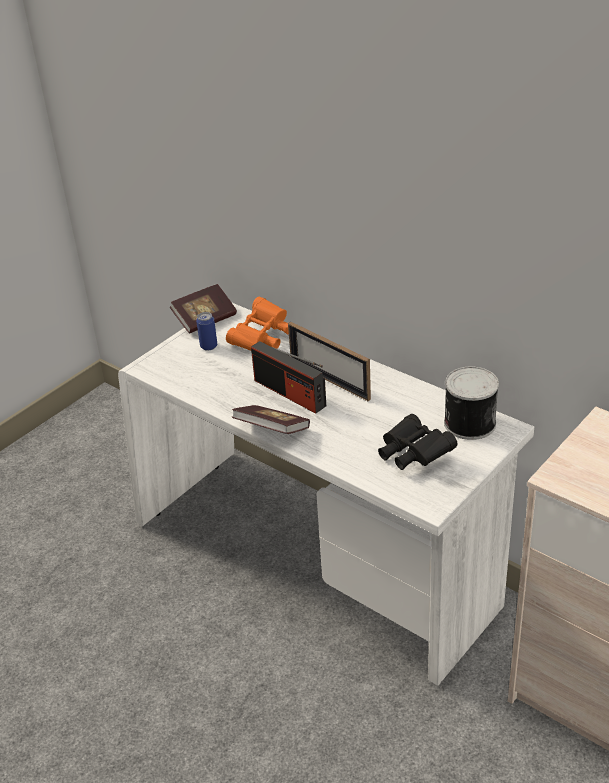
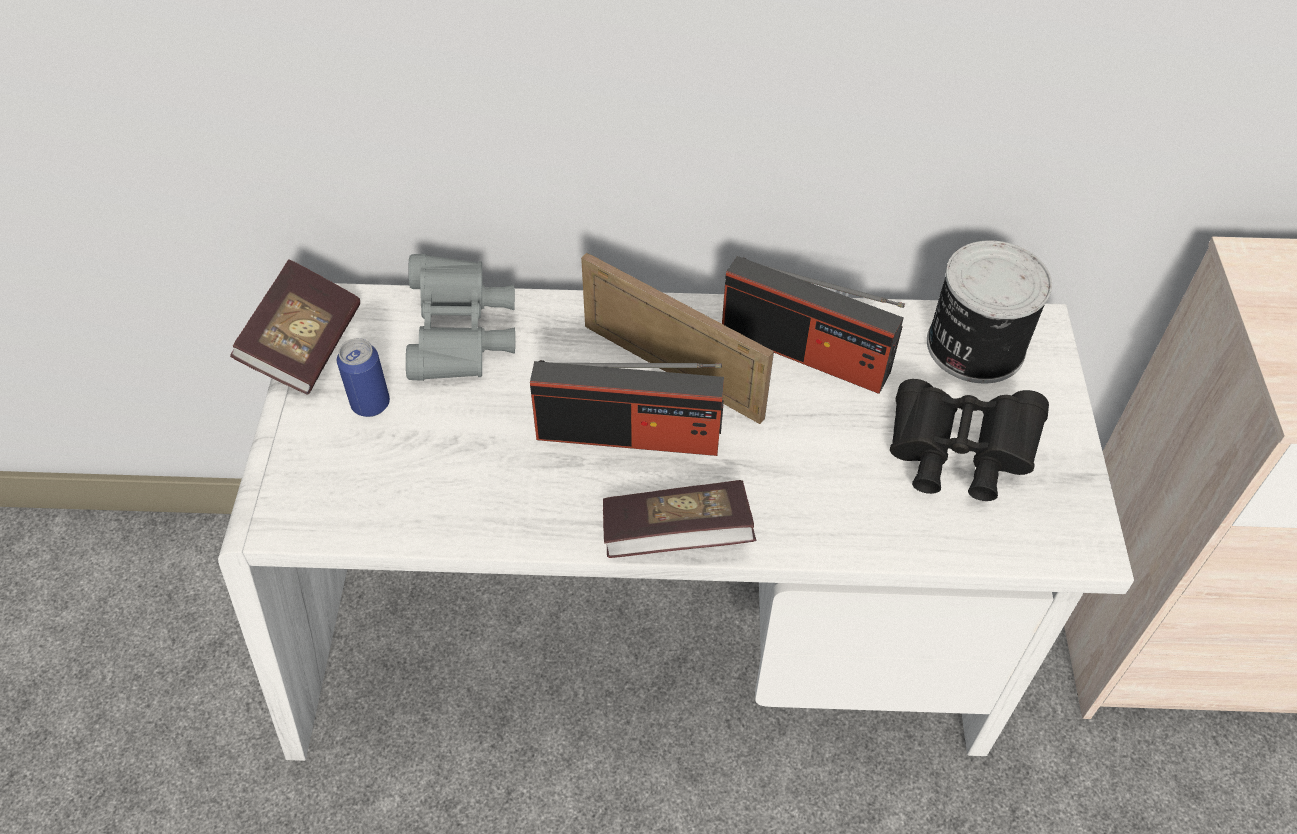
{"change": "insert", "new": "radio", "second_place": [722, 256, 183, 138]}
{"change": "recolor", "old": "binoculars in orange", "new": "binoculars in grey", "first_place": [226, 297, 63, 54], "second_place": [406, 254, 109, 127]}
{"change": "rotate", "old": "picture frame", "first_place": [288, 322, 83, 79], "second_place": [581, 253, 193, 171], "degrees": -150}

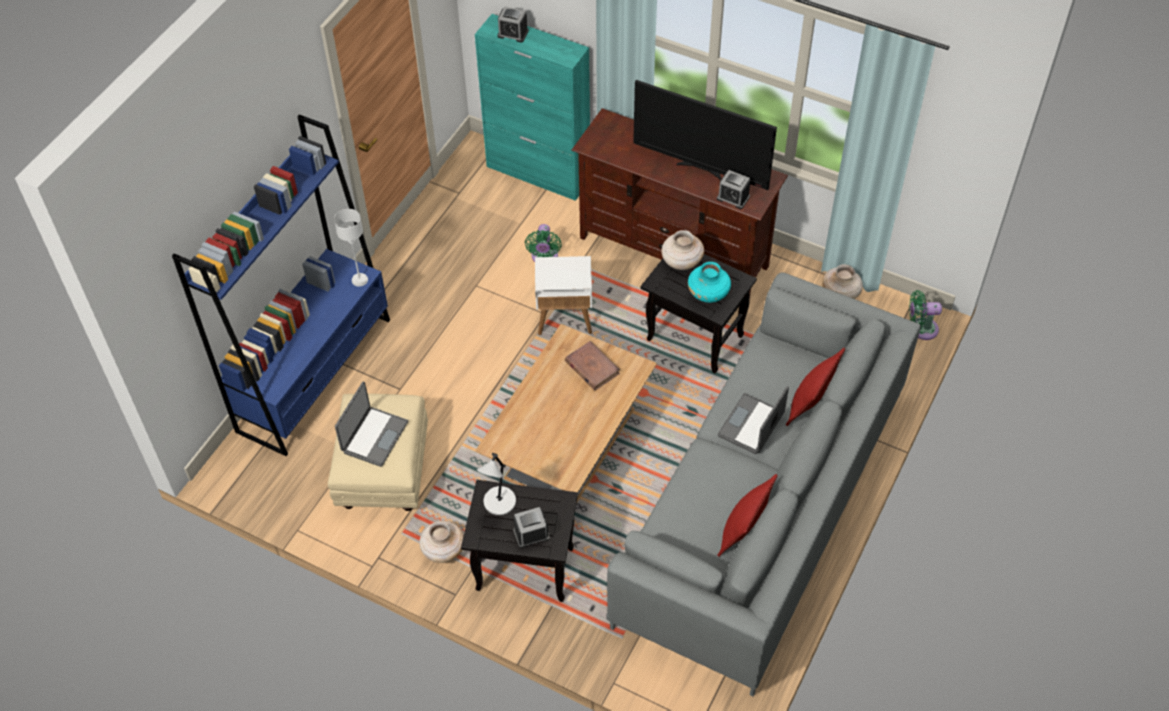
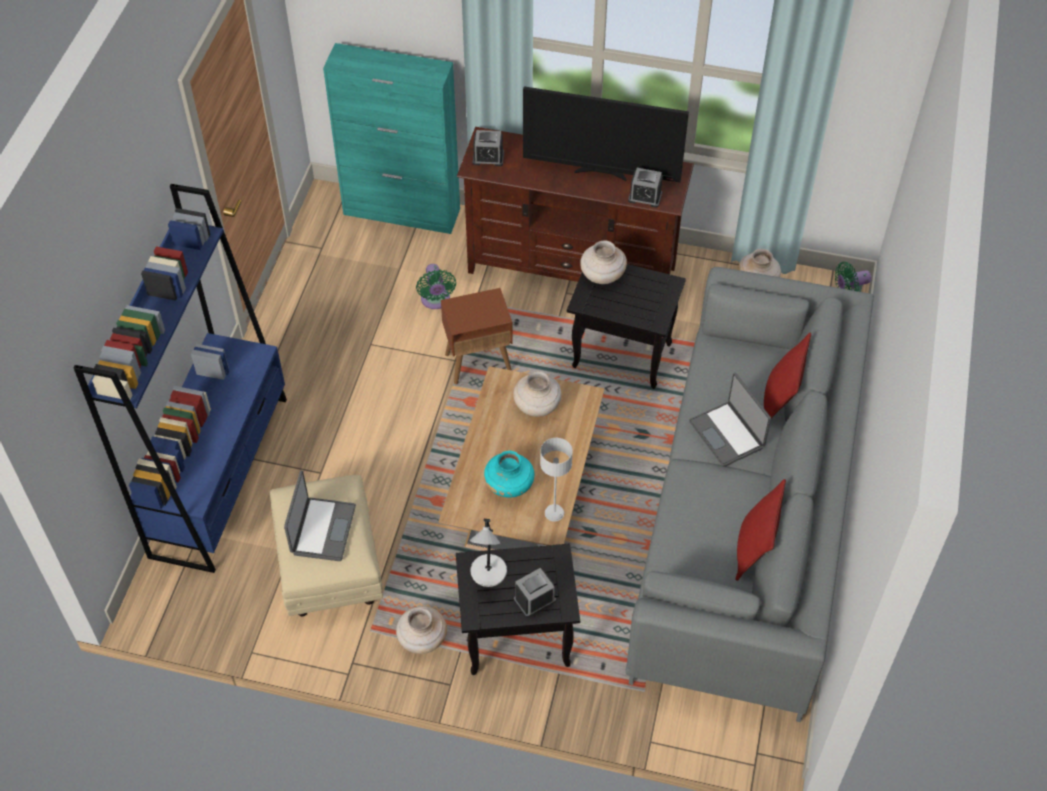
{"change": "move", "old": "table lamp in grey", "first_place": [334, 209, 34, 77], "second_place": [540, 438, 33, 84]}
{"change": "move", "old": "alarm clock", "first_place": [497, 7, 32, 36], "second_place": [473, 130, 31, 36]}
{"change": "move", "old": "vase in turquoise", "first_place": [688, 262, 43, 41], "second_place": [484, 451, 50, 47]}
{"change": "replace", "old": "book in brown", "new": "vase in beige", "first_place": [565, 341, 55, 49], "second_place": [513, 371, 48, 46]}
{"change": "recolor", "old": "side table in white", "new": "side table in brown", "first_place": [535, 256, 57, 79], "second_place": [441, 288, 72, 97]}
{"change": "rotate", "old": "laptop", "first_place": [718, 386, 71, 68], "second_place": [689, 373, 82, 94], "degrees": -45}

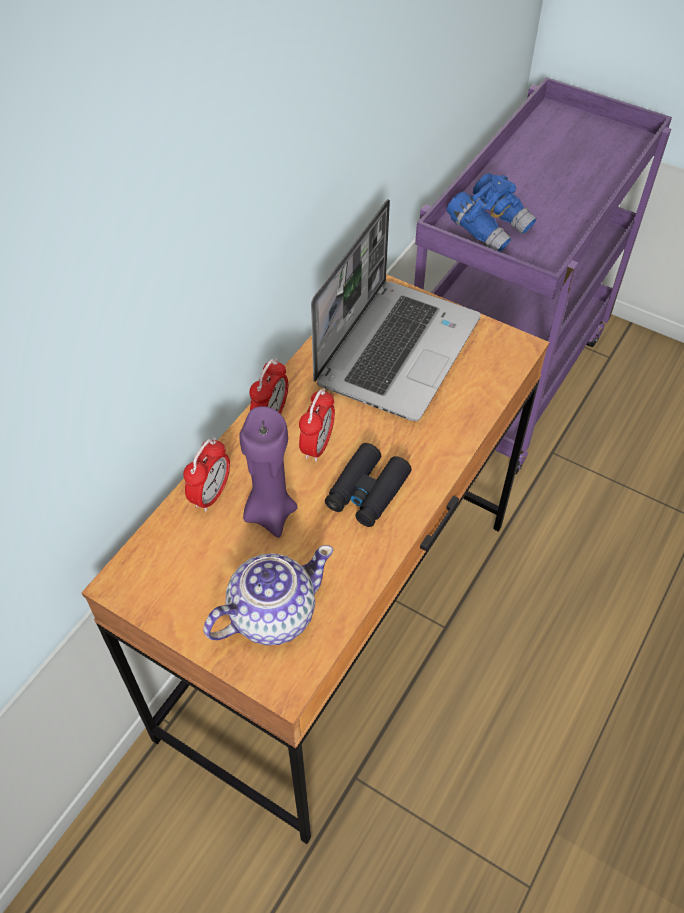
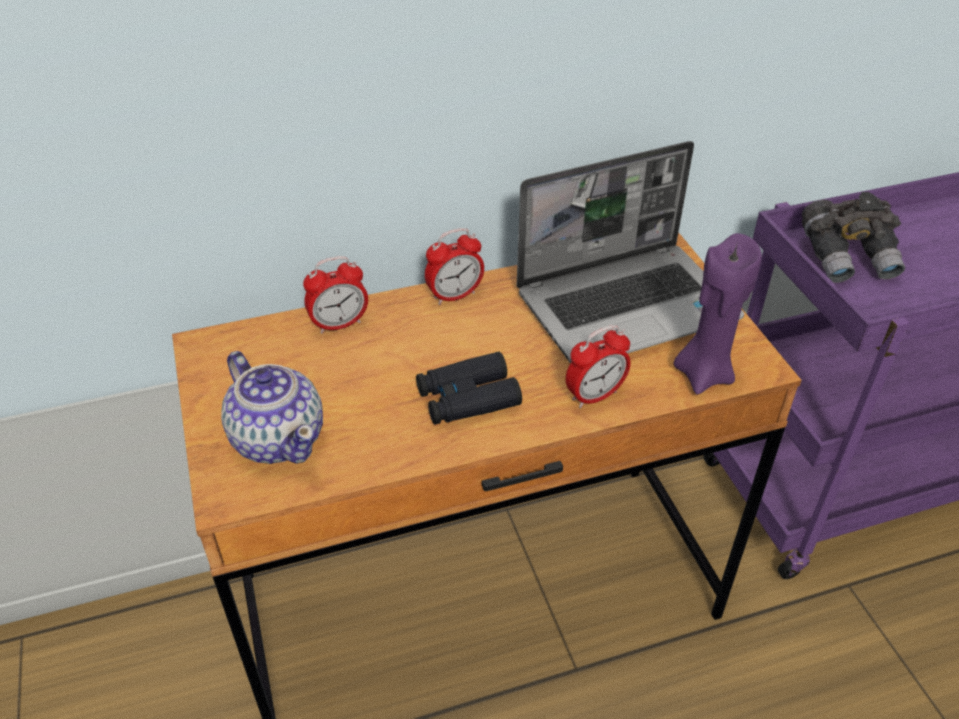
{"change": "move", "old": "candle in purple", "first_place": [239, 406, 59, 132], "second_place": [674, 233, 88, 162]}
{"change": "move", "old": "alarm clock", "first_place": [299, 388, 36, 74], "second_place": [566, 325, 65, 83]}
{"change": "recolor", "old": "binoculars in blue", "new": "binoculars in grey", "first_place": [447, 173, 90, 79], "second_place": [802, 192, 103, 91]}
{"change": "rotate", "old": "teapot", "first_place": [203, 545, 130, 100], "second_place": [221, 351, 102, 113], "degrees": 45}

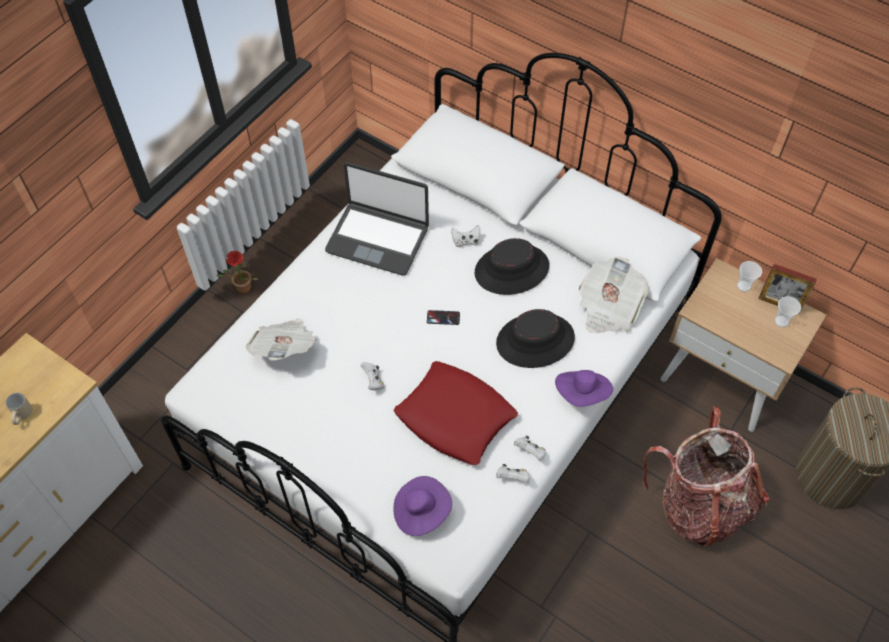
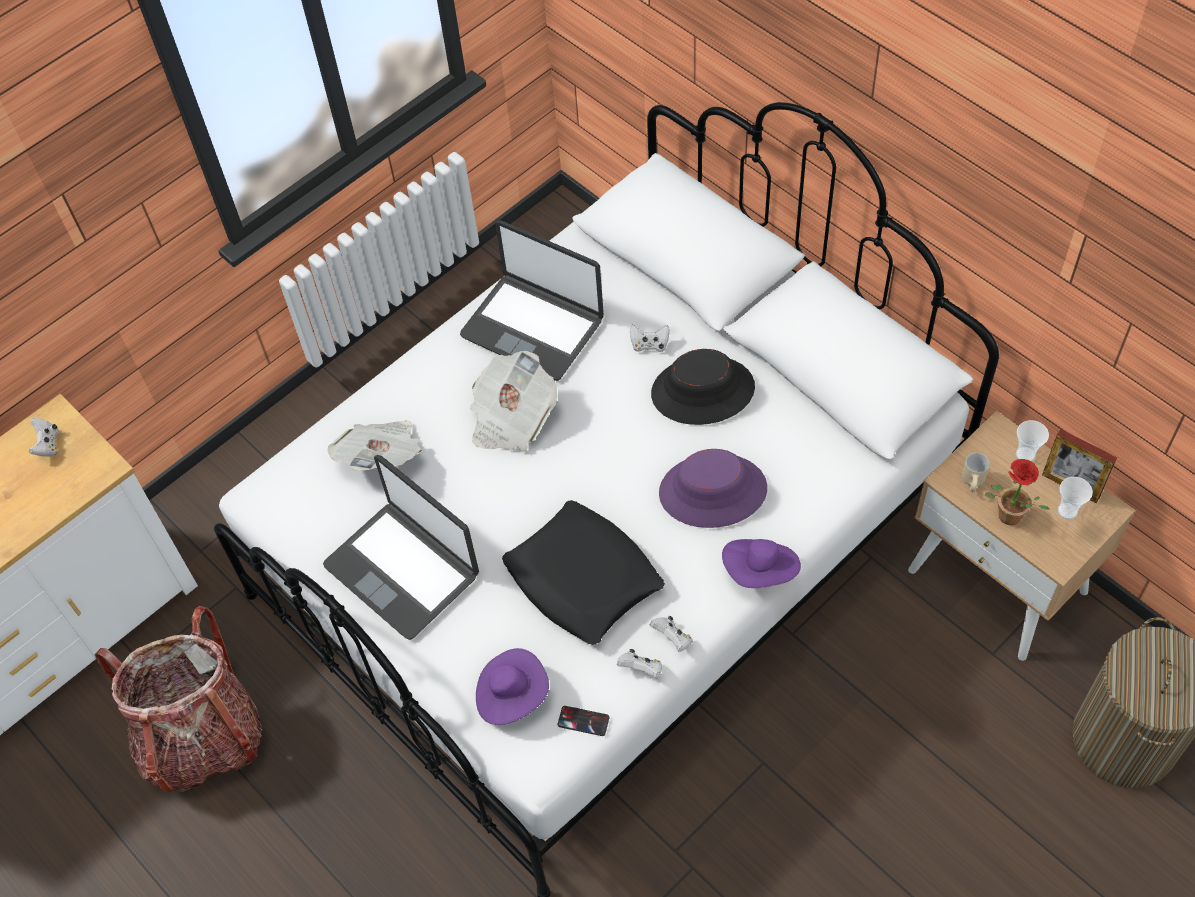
{"change": "insert", "new": "laptop", "second_place": [323, 455, 156, 185]}
{"change": "move", "old": "mug in beige", "first_place": [6, 393, 26, 32], "second_place": [962, 453, 28, 39]}
{"change": "move", "old": "potted plant", "first_place": [216, 251, 42, 43], "second_place": [985, 459, 65, 66]}
{"change": "move", "old": "game controller in white", "first_place": [360, 362, 25, 28], "second_place": [29, 417, 30, 39]}
{"change": "move", "old": "phone", "first_place": [427, 310, 33, 15], "second_place": [558, 706, 51, 30]}
{"change": "move", "old": "newspaper", "first_place": [579, 257, 69, 76], "second_place": [470, 351, 87, 100]}
{"change": "move", "old": "backpack", "first_place": [643, 406, 126, 140], "second_place": [95, 606, 167, 186]}
{"change": "recolor", "old": "pillow in red", "new": "pillow in black", "first_place": [394, 361, 124, 104], "second_place": [502, 500, 163, 145]}
{"change": "recolor", "old": "hat in black", "new": "hat in purple", "first_place": [496, 309, 79, 59], "second_place": [659, 449, 108, 79]}

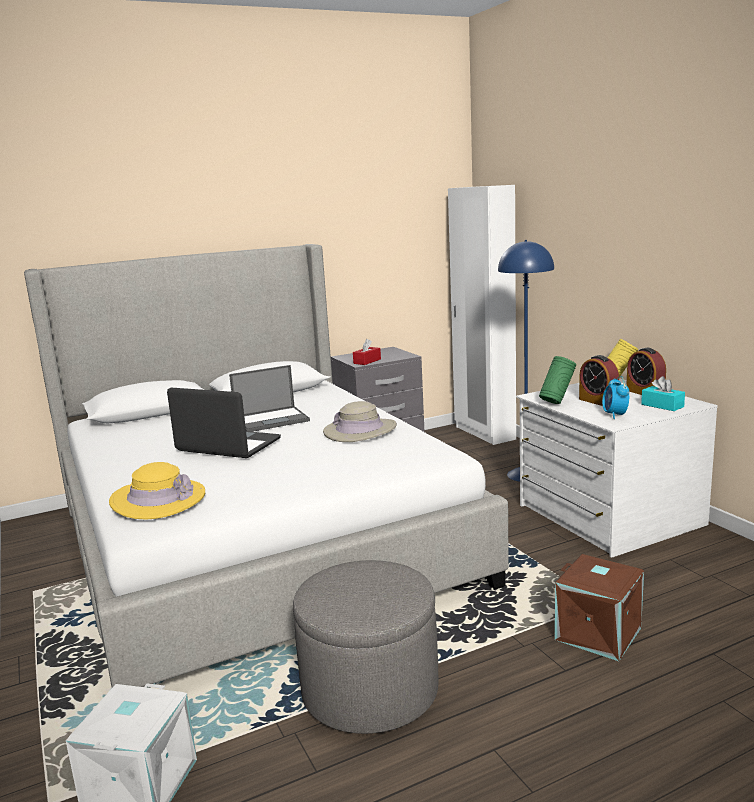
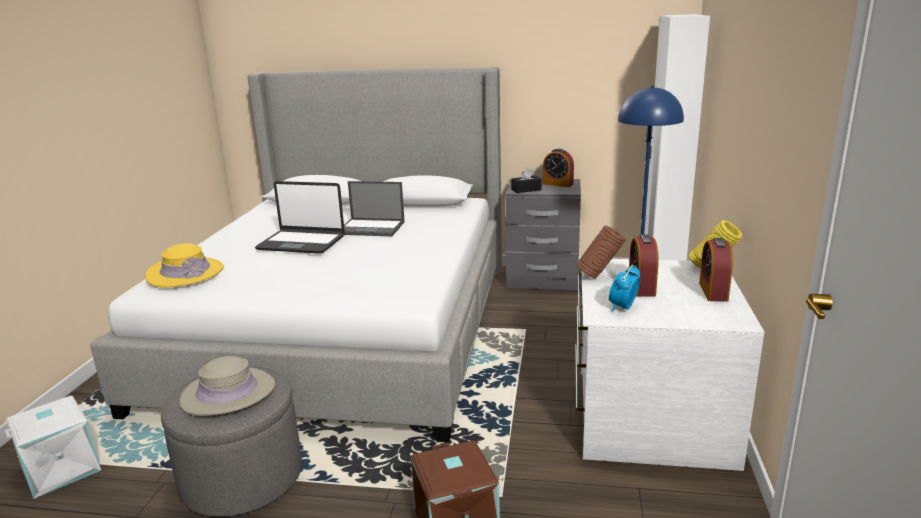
{"change": "delete", "old": "tissue box in turquoise", "first_place": [641, 376, 44, 35]}
{"change": "insert", "new": "alarm clock", "second_place": [543, 149, 31, 38]}
{"change": "move", "old": "hat in beige", "first_place": [323, 401, 74, 41], "second_place": [179, 356, 96, 60]}
{"change": "recolor", "old": "tissue box in red", "new": "tissue box in black", "first_place": [353, 339, 28, 26], "second_place": [511, 168, 31, 25]}
{"change": "recolor", "old": "vase in green", "new": "vase in brown", "first_place": [539, 356, 37, 48], "second_place": [576, 225, 50, 53]}
{"change": "rotate", "old": "laptop", "first_place": [167, 388, 114, 70], "second_place": [255, 181, 90, 73], "degrees": 135}

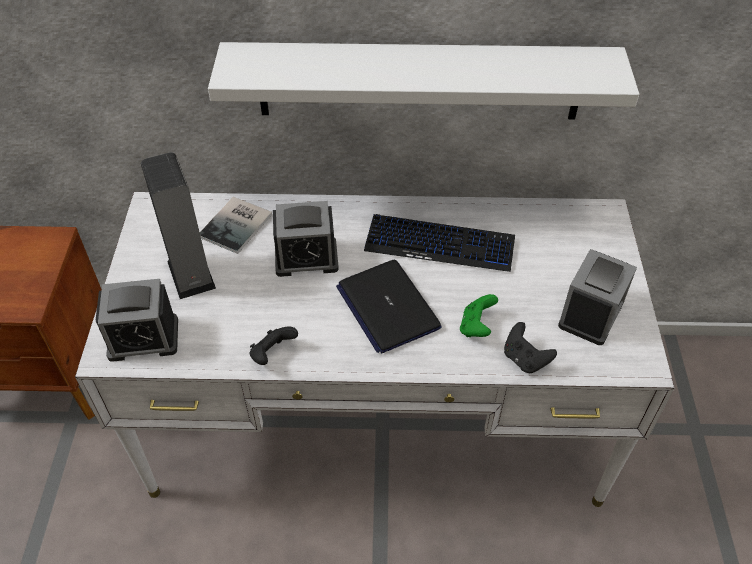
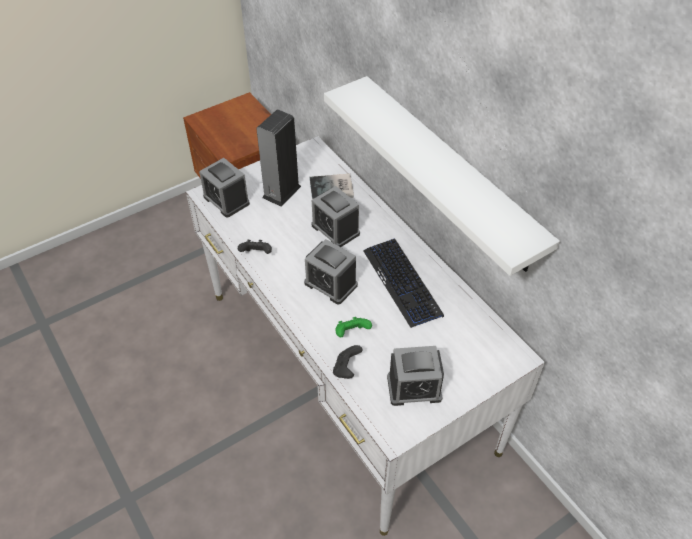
{"change": "replace", "old": "laptop", "new": "alarm clock", "first_place": [336, 260, 106, 93], "second_place": [304, 239, 54, 66]}

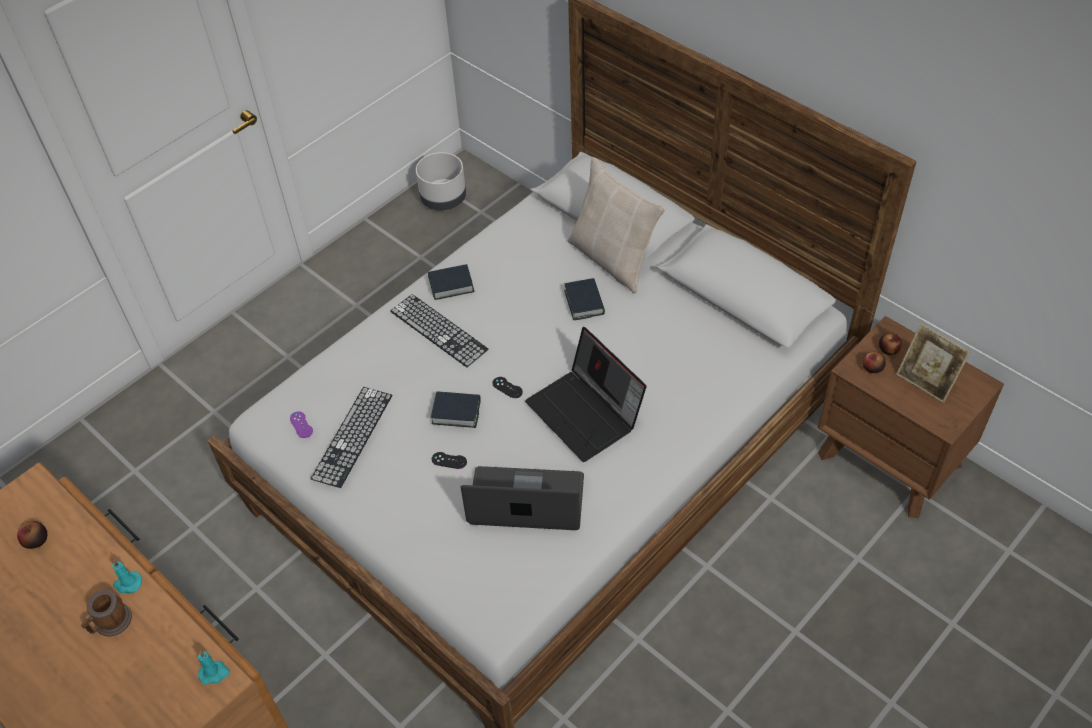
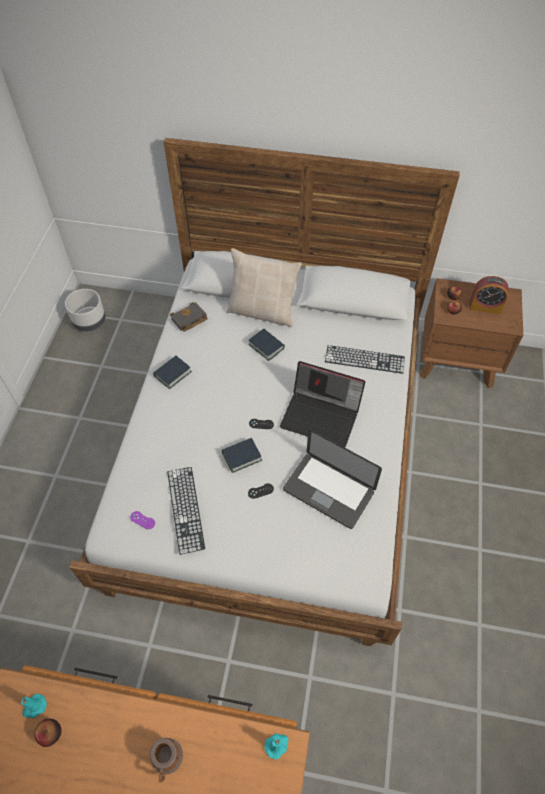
{"change": "insert", "new": "book in black", "second_place": [170, 302, 38, 30]}
{"change": "move", "old": "candle in turquoise", "first_place": [112, 560, 30, 33], "second_place": [21, 694, 26, 24]}
{"change": "move", "old": "keyboard", "first_place": [390, 294, 99, 73], "second_place": [325, 345, 80, 29]}
{"change": "replace", "old": "picture frame", "new": "alarm clock", "first_place": [896, 323, 75, 80], "second_place": [469, 276, 39, 38]}
{"change": "rotate", "old": "laptop", "first_place": [461, 466, 123, 64], "second_place": [283, 429, 99, 100], "degrees": -120}

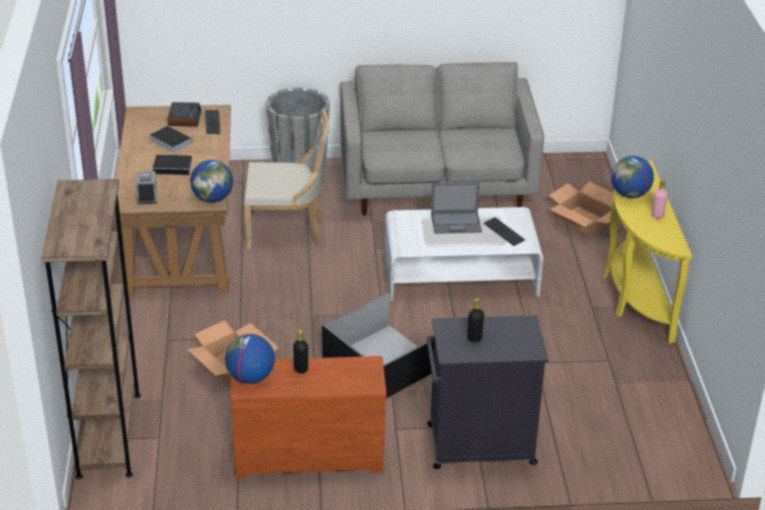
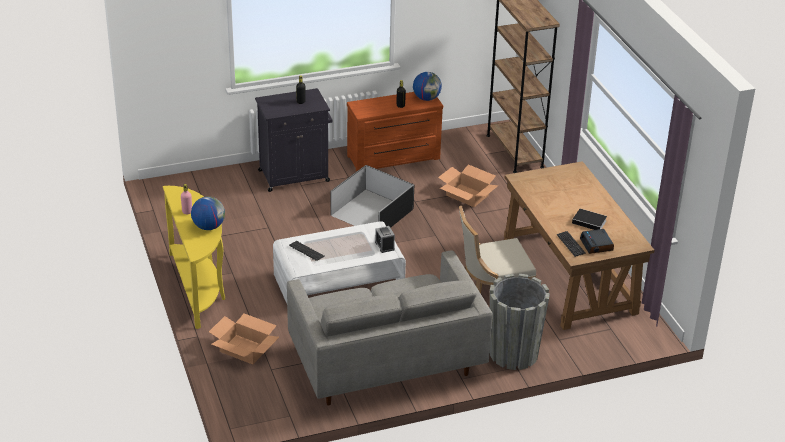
{"change": "delete", "old": "book", "first_place": [153, 155, 40, 20]}
{"change": "delete", "old": "globe", "first_place": [190, 160, 43, 43]}
{"change": "delete", "old": "laptop", "first_place": [431, 182, 51, 52]}
{"change": "move", "old": "alarm clock", "first_place": [136, 171, 21, 33], "second_place": [375, 226, 20, 27]}

